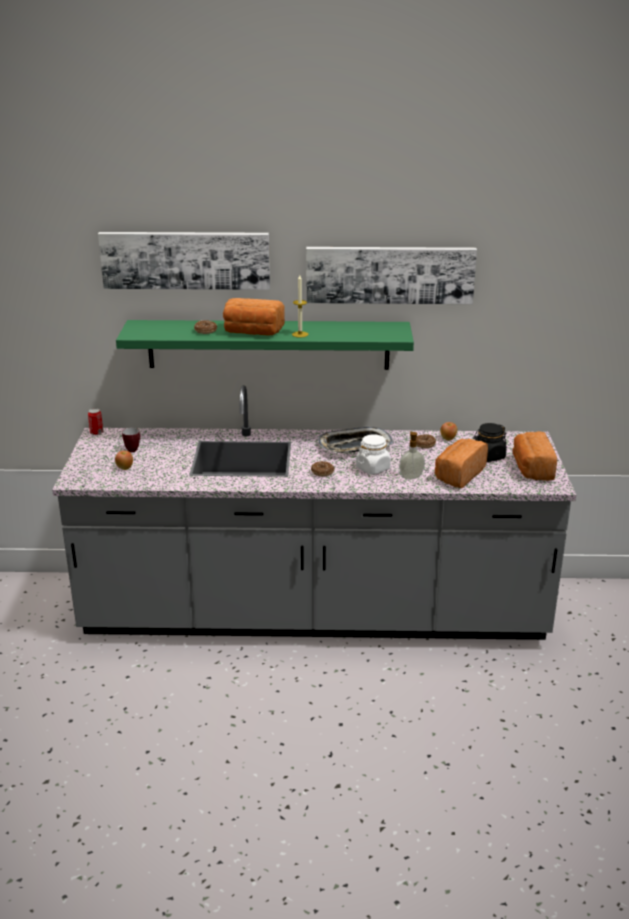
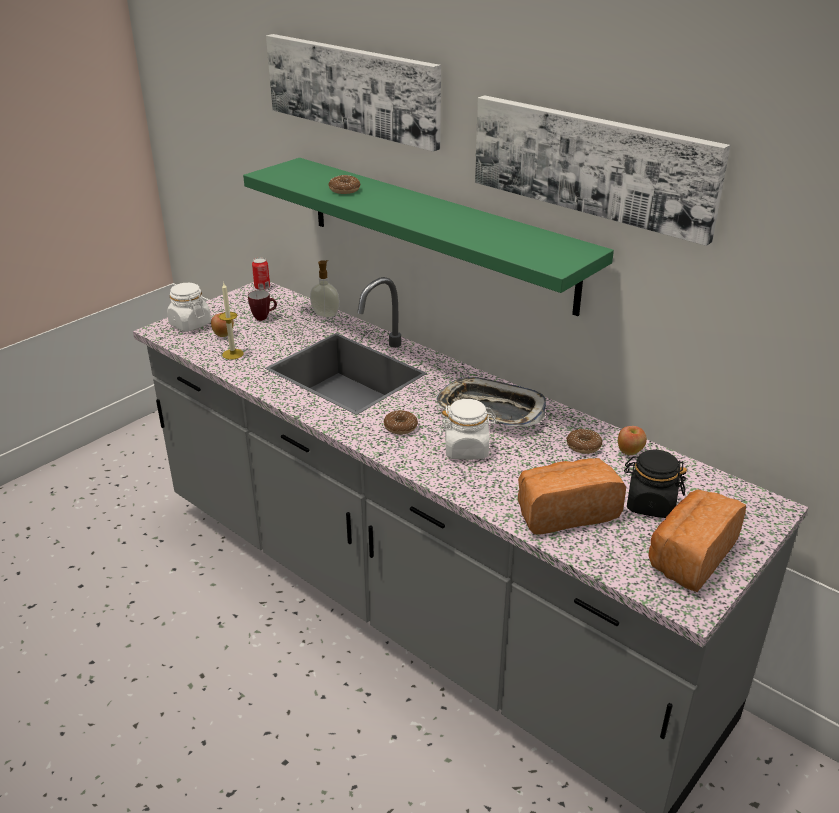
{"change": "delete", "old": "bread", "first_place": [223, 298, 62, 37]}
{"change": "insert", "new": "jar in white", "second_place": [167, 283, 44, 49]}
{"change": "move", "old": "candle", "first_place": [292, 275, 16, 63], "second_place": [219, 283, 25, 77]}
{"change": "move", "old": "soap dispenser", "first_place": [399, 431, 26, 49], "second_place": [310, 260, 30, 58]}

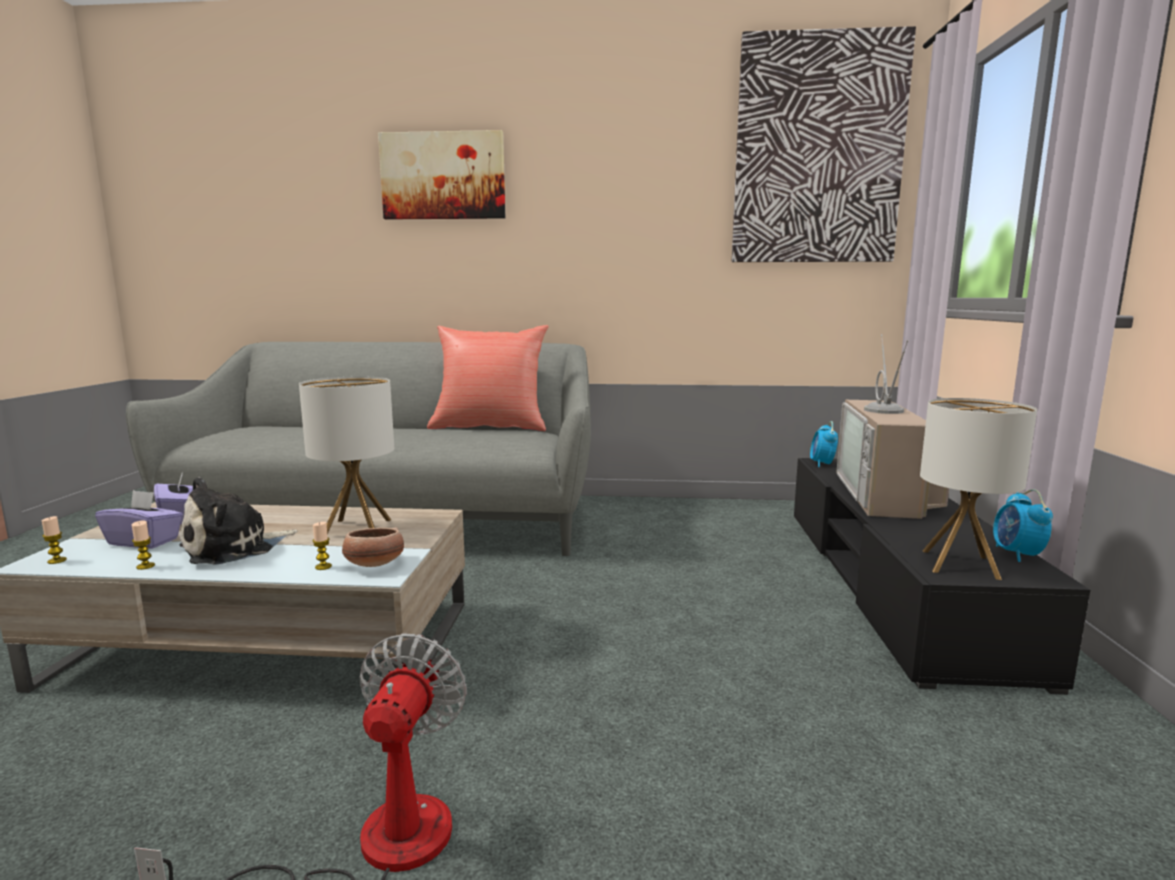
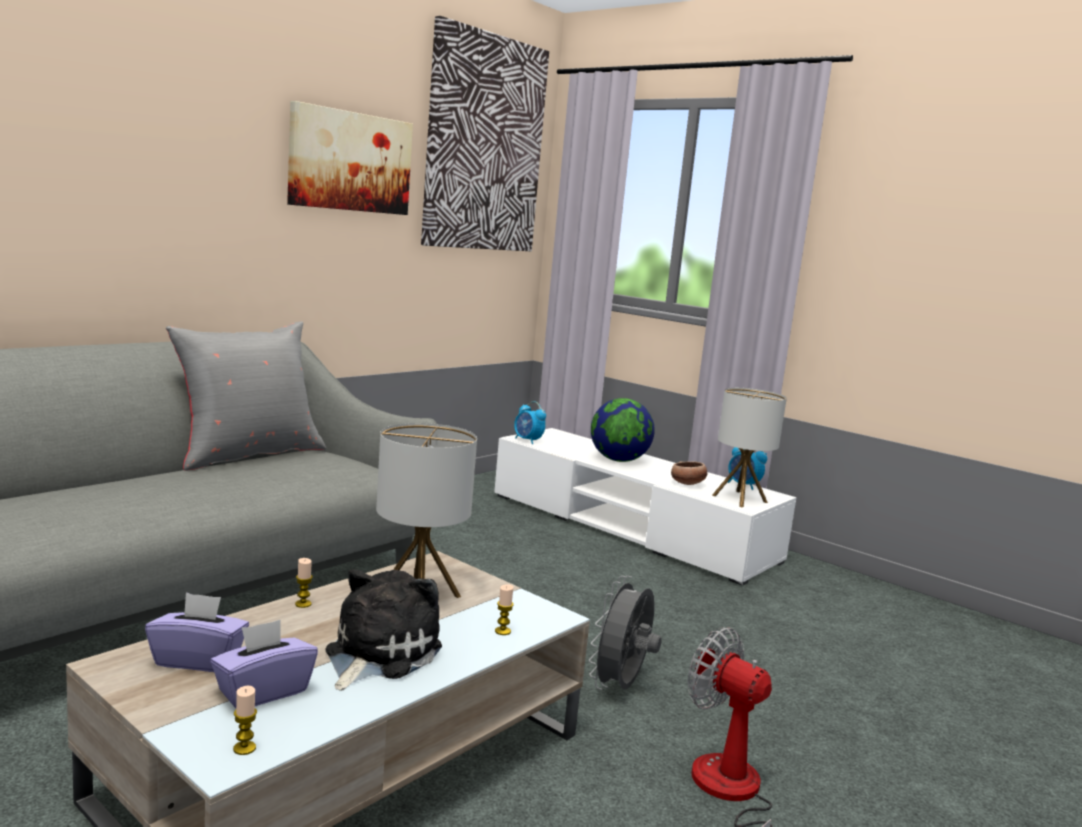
{"change": "insert", "new": "fan in grey", "second_place": [589, 576, 73, 114]}
{"change": "move", "old": "candle", "first_place": [132, 520, 23, 50], "second_place": [295, 558, 18, 50]}
{"change": "move", "old": "bowl", "first_place": [342, 527, 62, 40], "second_place": [671, 461, 36, 24]}
{"change": "move", "old": "picture", "first_place": [378, 130, 127, 90], "second_place": [287, 101, 126, 114]}
{"change": "replace", "old": "television", "new": "globe", "first_place": [837, 334, 112, 185], "second_place": [591, 398, 64, 64]}
{"change": "recolor", "old": "pillow in red", "new": "pillow in grey", "first_place": [427, 325, 121, 106], "second_place": [166, 321, 160, 150]}
{"change": "recolor", "old": "tv stand in black", "new": "tv stand in white", "first_place": [794, 458, 296, 237], "second_place": [494, 428, 303, 158]}
{"change": "rotate", "old": "plush toy", "first_place": [179, 477, 119, 88], "second_place": [325, 569, 117, 122], "degrees": -150}

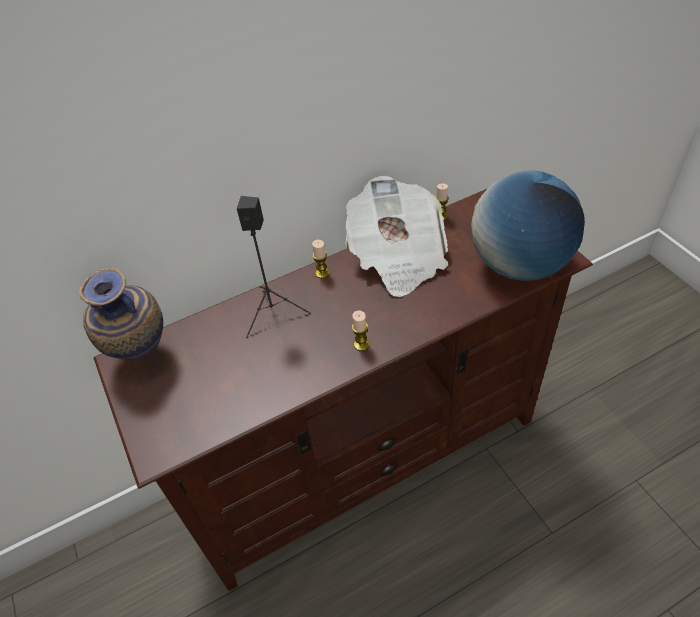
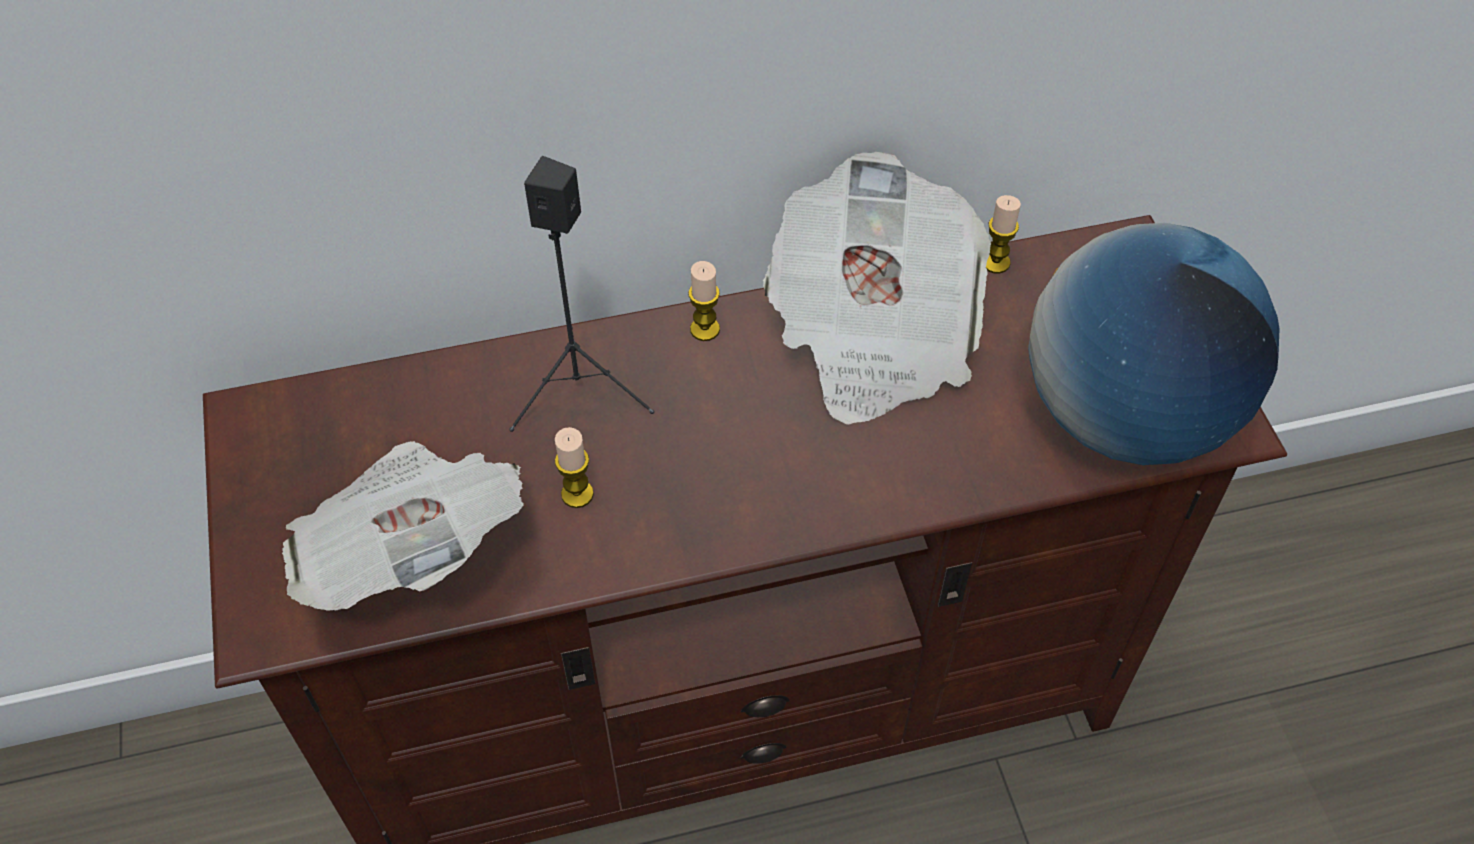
{"change": "delete", "old": "vase", "first_place": [78, 268, 85, 92]}
{"change": "insert", "new": "newspaper", "second_place": [282, 441, 242, 170]}
{"change": "move", "old": "candle", "first_place": [352, 311, 17, 40], "second_place": [555, 427, 39, 81]}

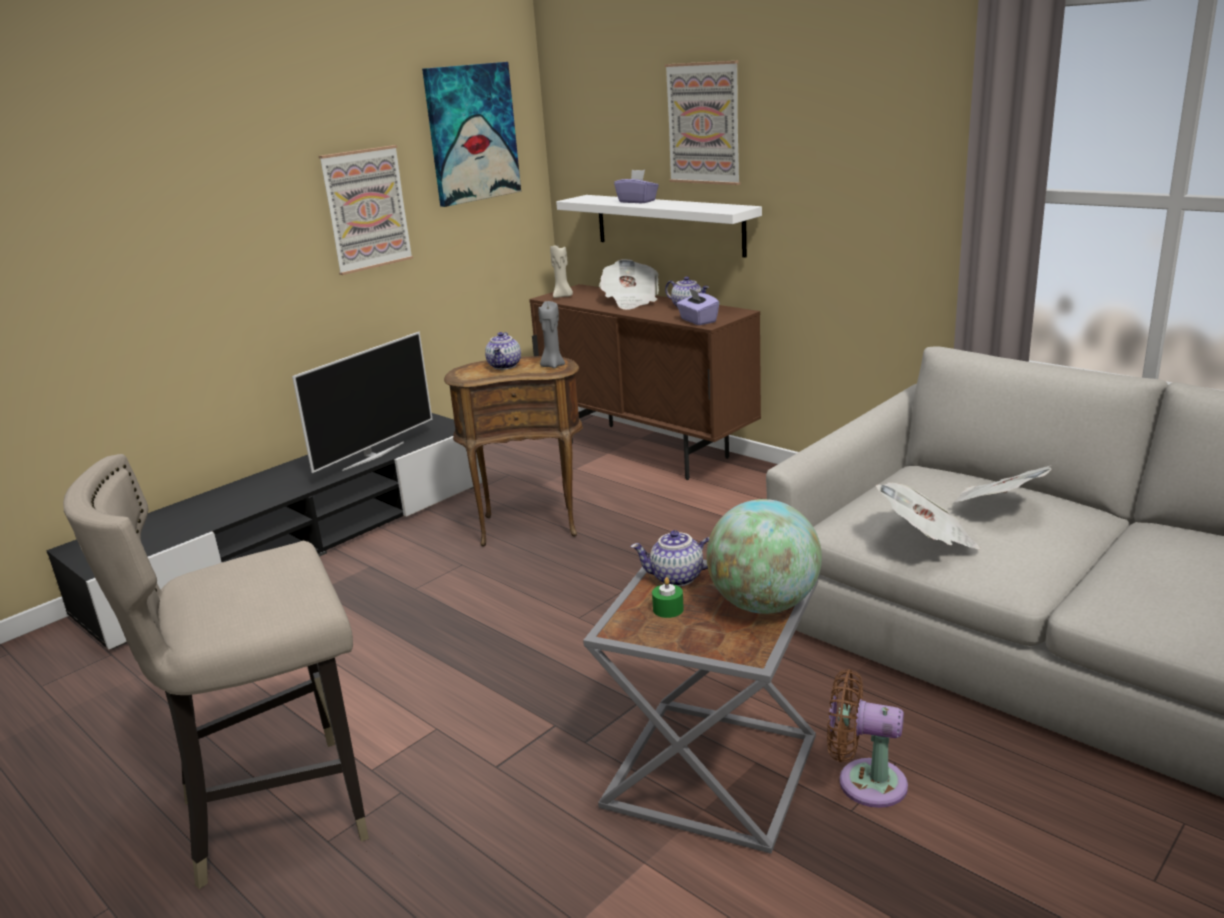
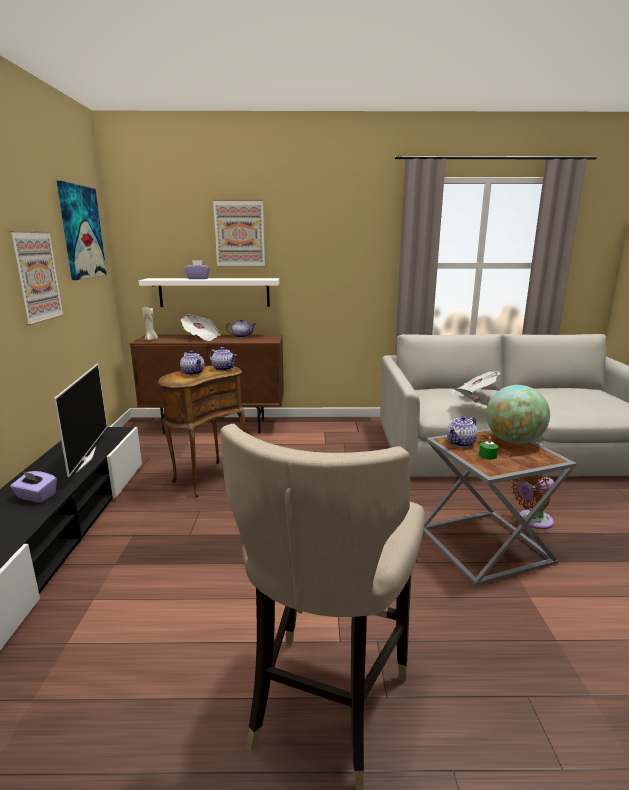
{"change": "move", "old": "tissue box in purple", "first_place": [677, 288, 42, 37], "second_place": [10, 471, 47, 32]}
{"change": "replace", "old": "candle in grey", "new": "teapot", "first_place": [538, 301, 27, 67], "second_place": [209, 347, 28, 24]}

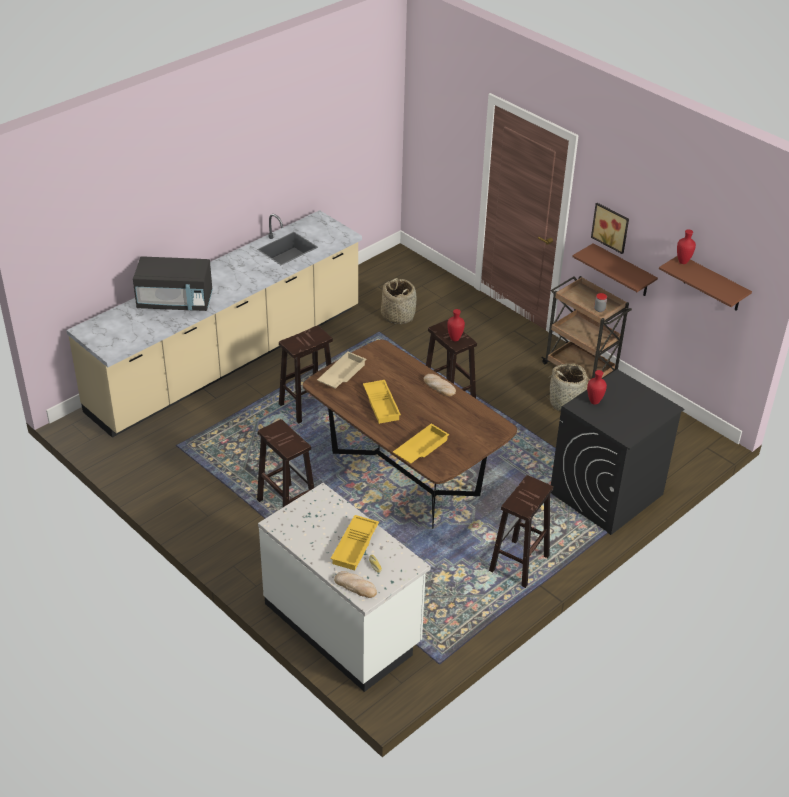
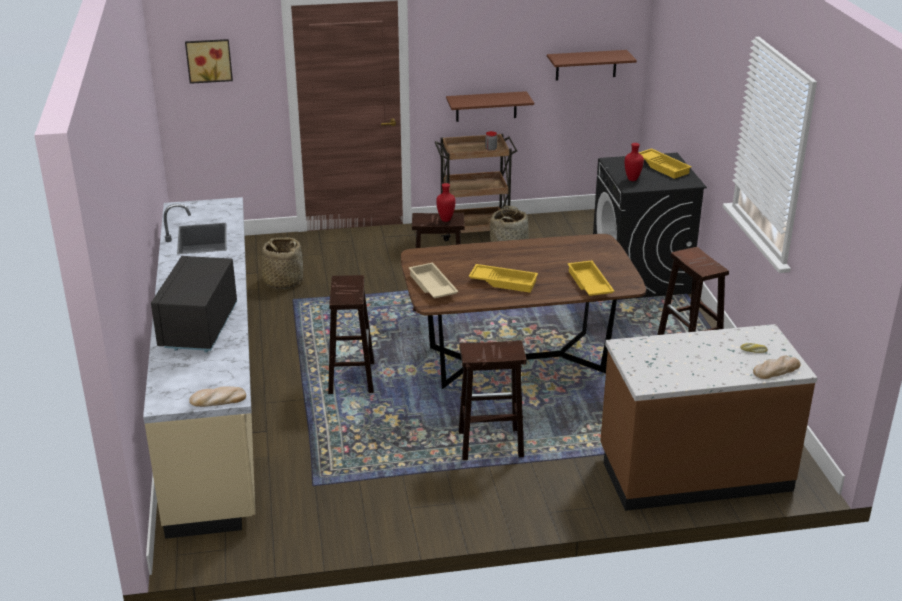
{"change": "delete", "old": "vase in red", "first_place": [677, 229, 19, 35]}
{"change": "move", "old": "tray in yellow", "first_place": [331, 515, 48, 55], "second_place": [639, 148, 53, 31]}
{"change": "move", "old": "bread", "first_place": [424, 374, 32, 22], "second_place": [189, 386, 57, 21]}
{"change": "move", "old": "picture", "first_place": [591, 203, 38, 51], "second_place": [185, 39, 48, 45]}
{"change": "recolor", "old": "counter in white", "new": "counter in brown", "first_place": [258, 483, 173, 209], "second_place": [600, 324, 217, 187]}
{"change": "rotate", "old": "microwave in black", "first_place": [133, 256, 80, 55], "second_place": [151, 256, 86, 96], "degrees": 150}

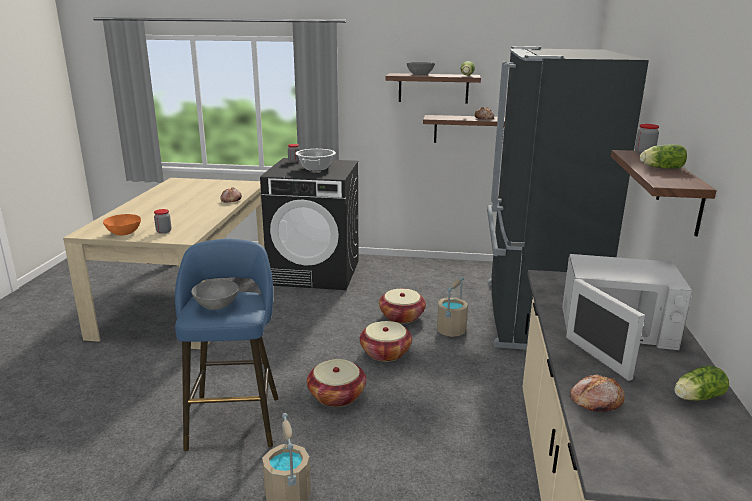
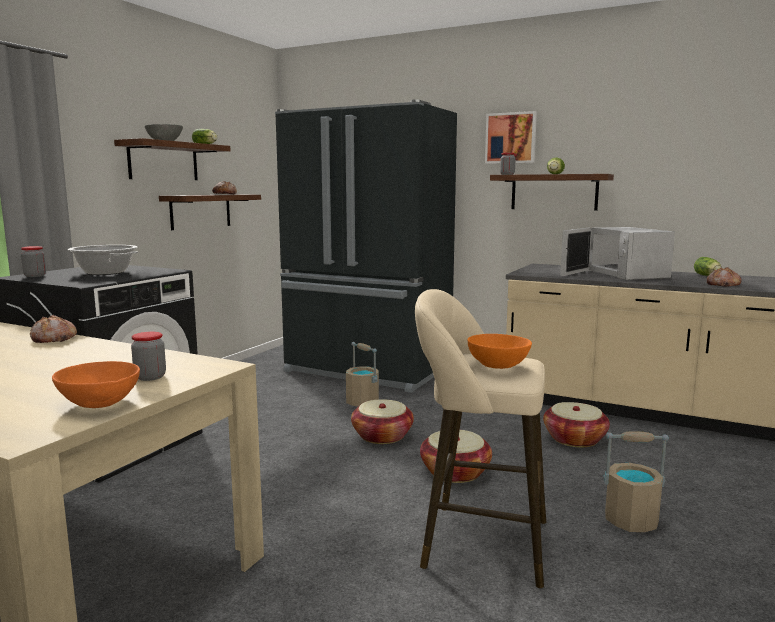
{"change": "insert", "new": "picture", "second_place": [485, 111, 52, 53]}
{"change": "move", "old": "basket", "first_place": [379, 289, 47, 35], "second_place": [543, 402, 67, 46]}
{"change": "recolor", "old": "stool in blue", "new": "stool in beige", "first_place": [175, 239, 104, 212], "second_place": [415, 289, 131, 299]}
{"change": "recolor", "old": "bowl in grey", "new": "bowl in orange", "first_place": [191, 280, 48, 30], "second_place": [468, 334, 64, 35]}
{"change": "rotate", "old": "microwave in white", "first_place": [562, 254, 130, 127], "second_place": [560, 227, 115, 53], "degrees": 135}

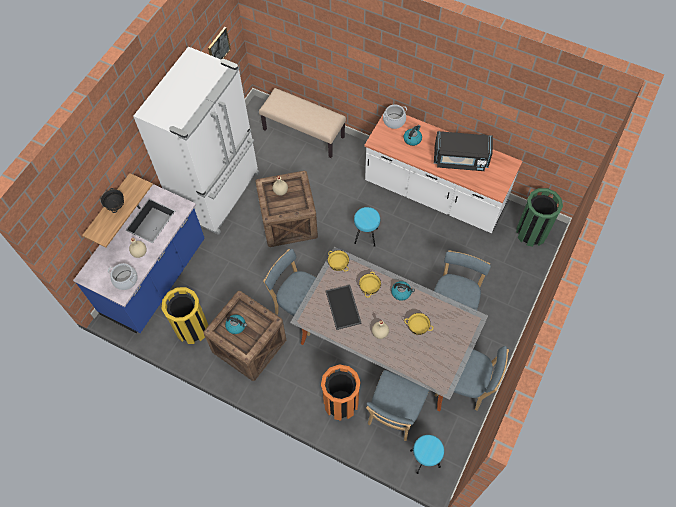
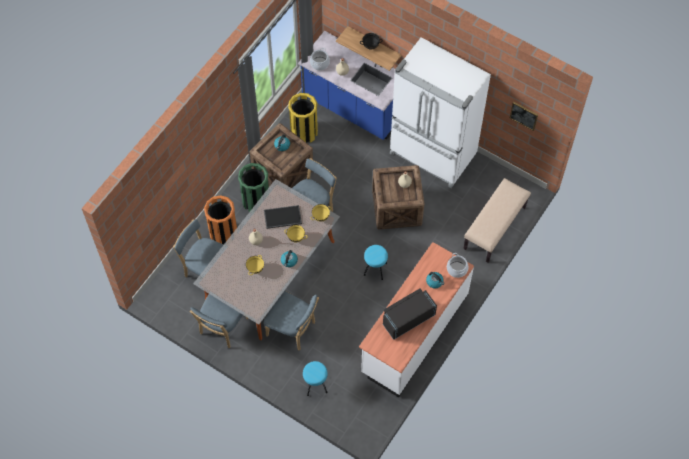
{"change": "move", "old": "stool in turquoise", "first_place": [410, 435, 34, 39], "second_place": [303, 361, 25, 35]}
{"change": "move", "old": "trash can in green", "first_place": [516, 188, 47, 59], "second_place": [238, 163, 31, 49]}
{"change": "rotate", "old": "microwave in black", "first_place": [434, 131, 59, 40], "second_place": [383, 288, 54, 52], "degrees": 45}

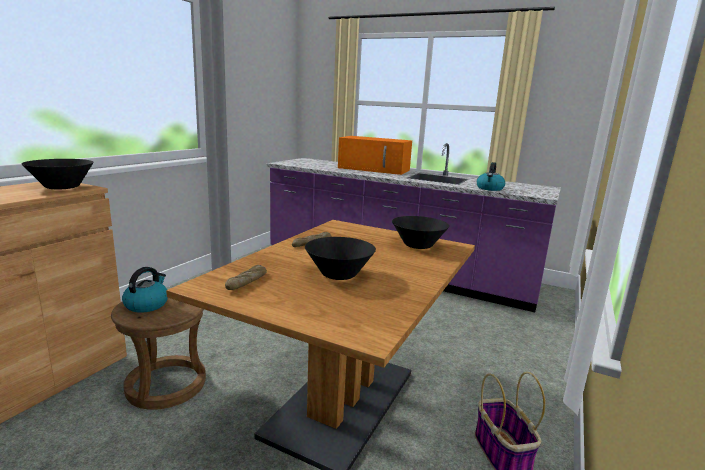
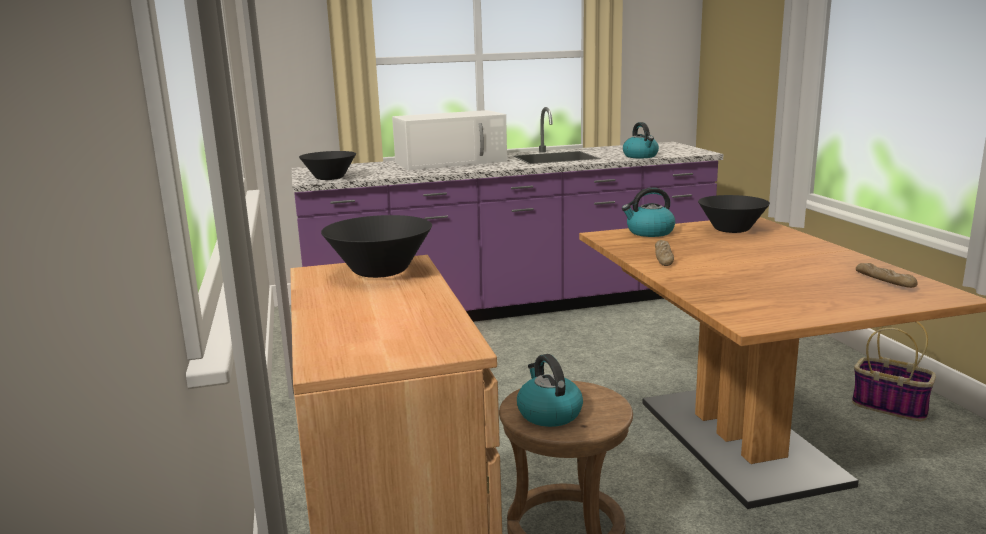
{"change": "insert", "new": "kettle", "second_place": [622, 187, 53, 50]}
{"change": "move", "old": "bread", "first_place": [225, 265, 42, 25], "second_place": [856, 263, 62, 25]}
{"change": "move", "old": "bowl in black", "first_place": [305, 237, 71, 43], "second_place": [299, 151, 57, 29]}
{"change": "recolor", "old": "microwave in orange", "new": "microwave in white", "first_place": [338, 136, 74, 39], "second_place": [392, 110, 115, 60]}

